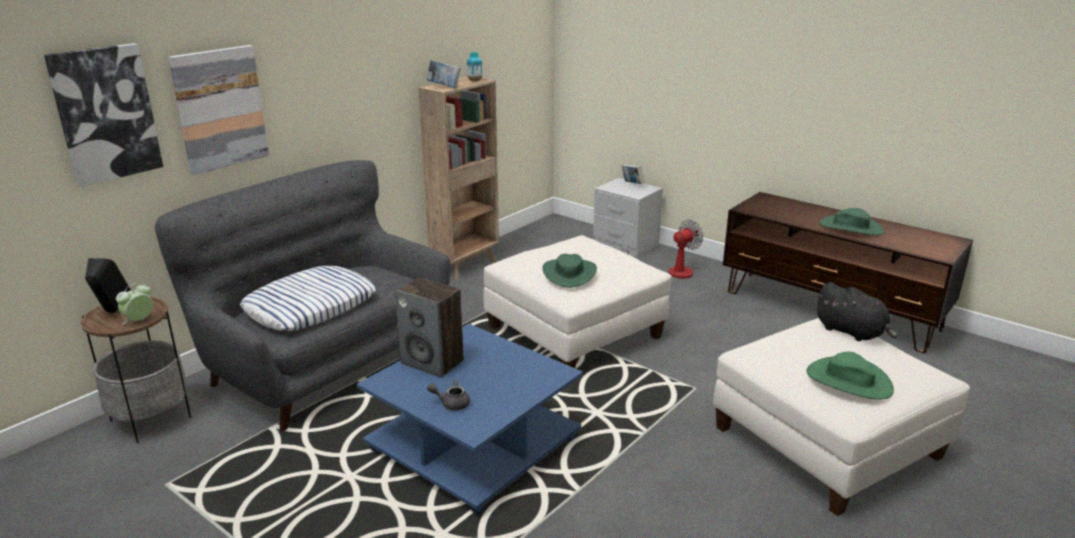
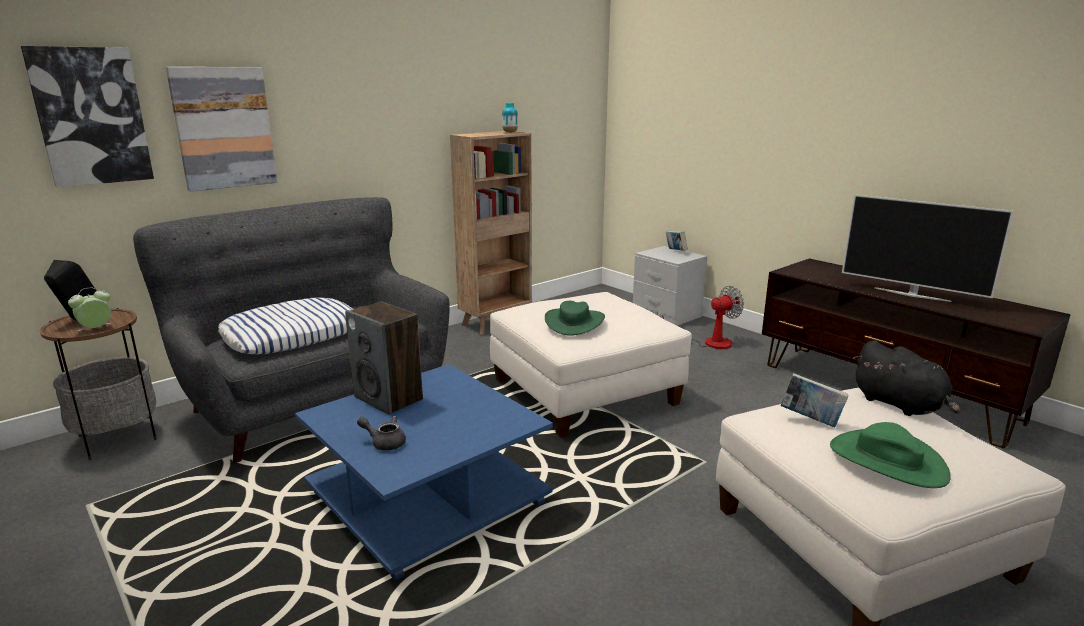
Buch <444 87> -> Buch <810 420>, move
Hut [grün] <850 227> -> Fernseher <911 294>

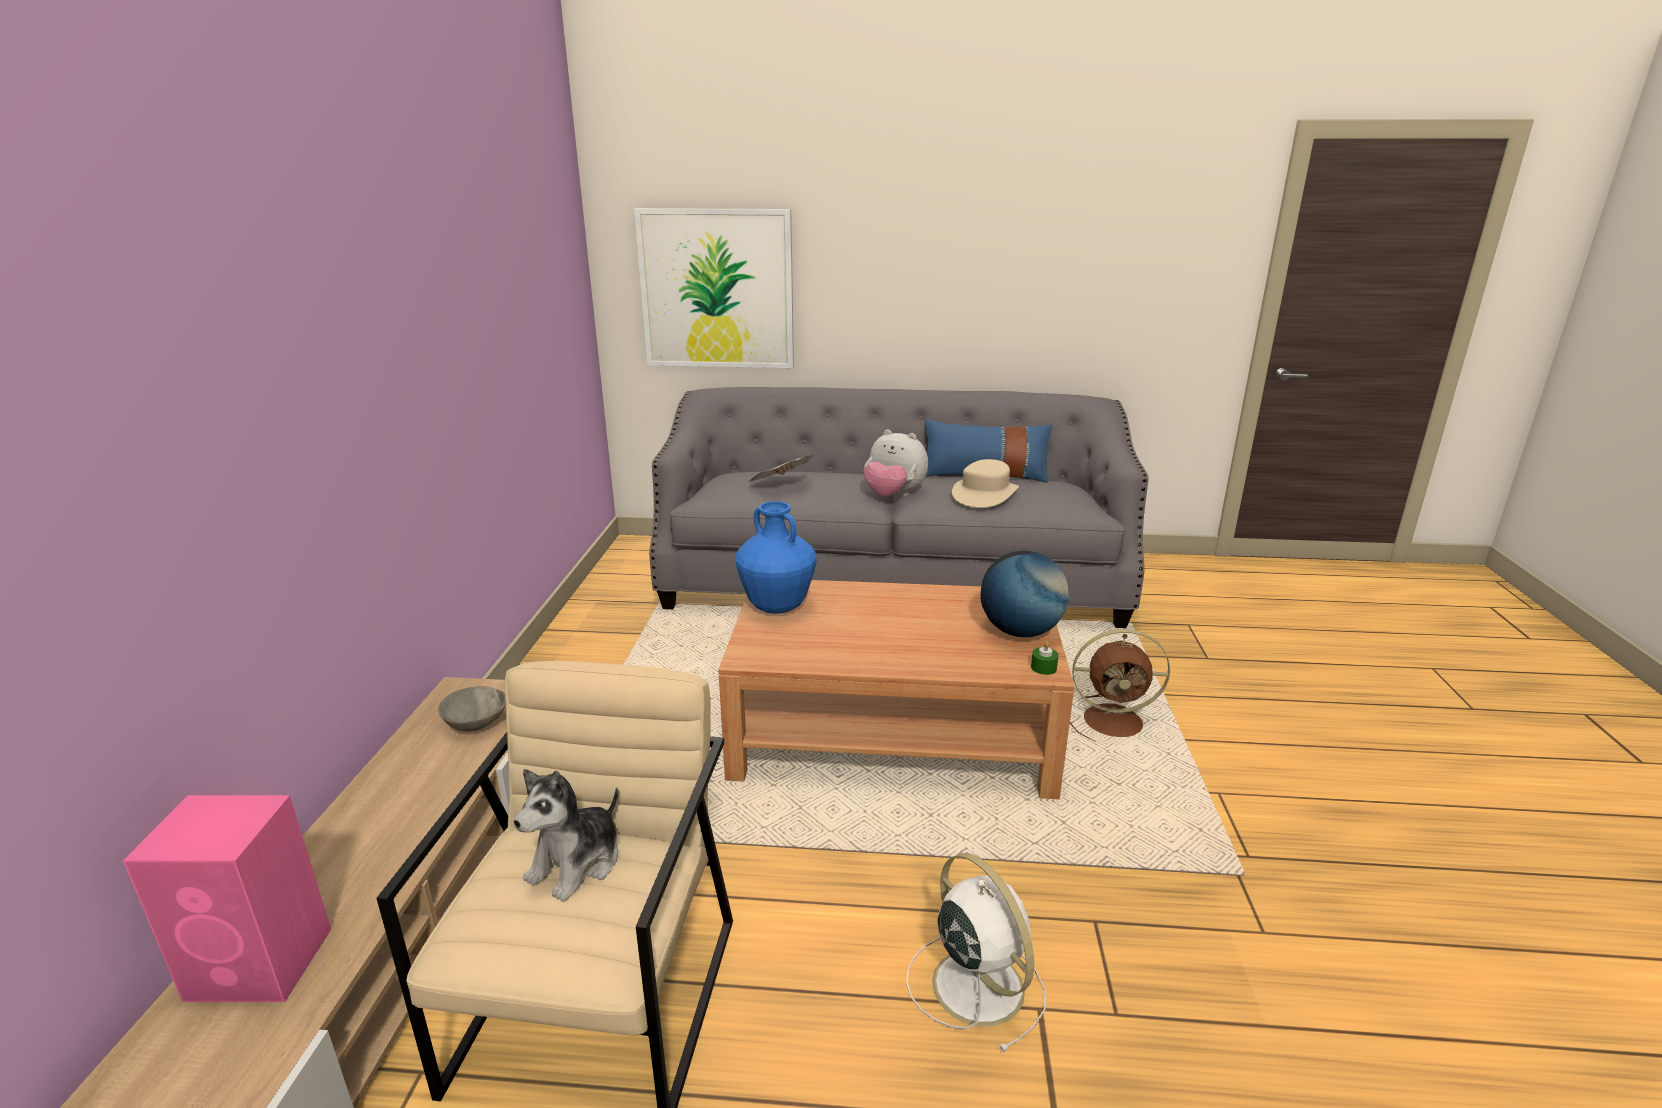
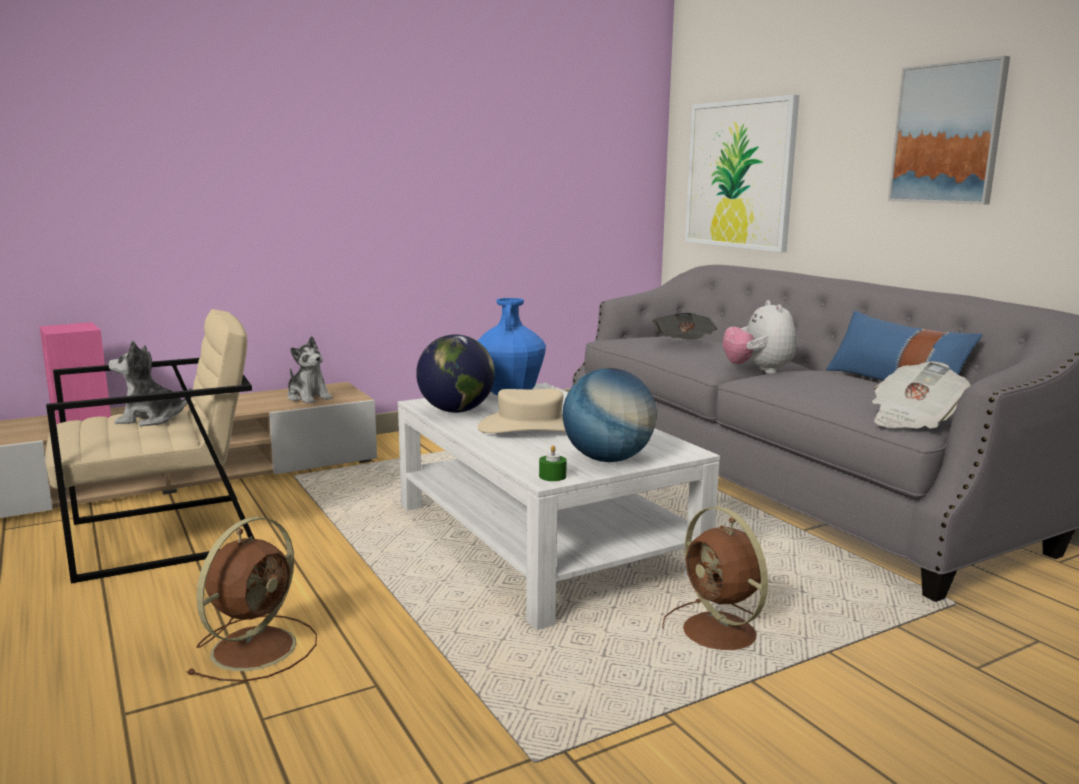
Hut [beige] <984 494> -> Hut [beige] <530 428>, move
Couchtisch [braun] <894 731> -> Couchtisch [weiß] <542 541>
Schüssel [grau] <475 723> -> Plüschtier <308 397>
Ventilator [weiß] <975 983> -> Ventilator [braun] <256 647>
none -> Bild <947 134>
none -> Globus <456 411>
none -> Zeitung <913 420>

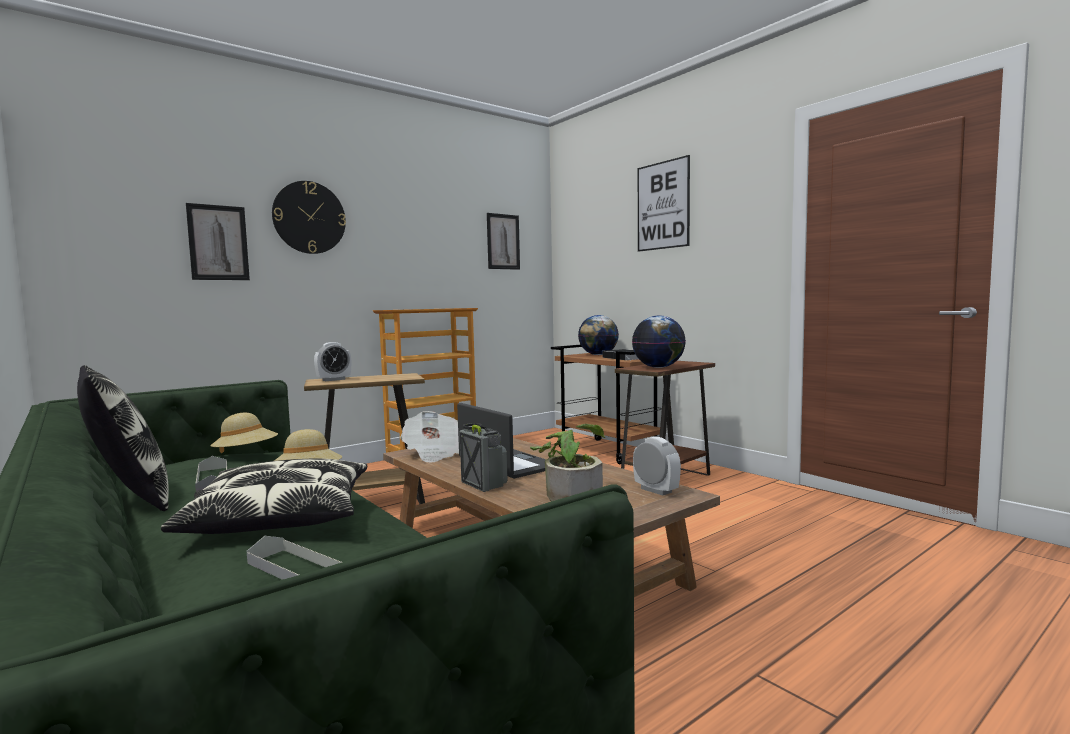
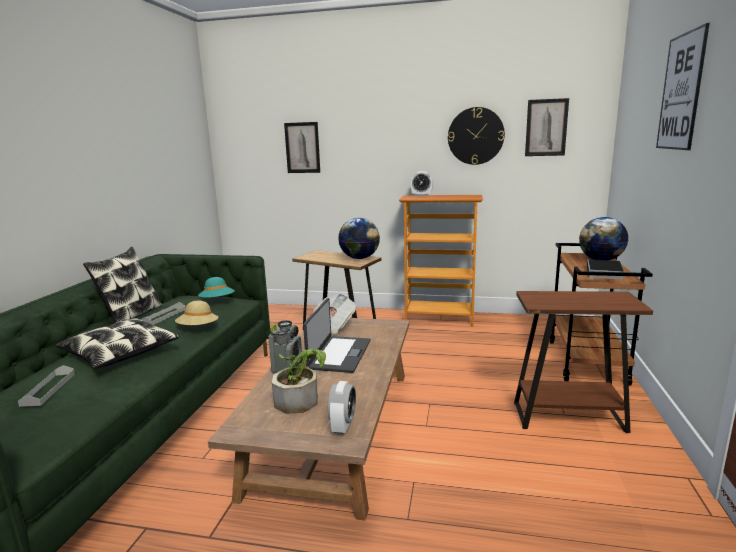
Wanduhr <309 217> -> Wanduhr <475 136>, move
Globus <658 367> -> Globus <359 258>, move
Wecker <334 380> -> Wecker <421 195>, move
Hut [beige] <246 454> -> Hut [türkis] <217 301>

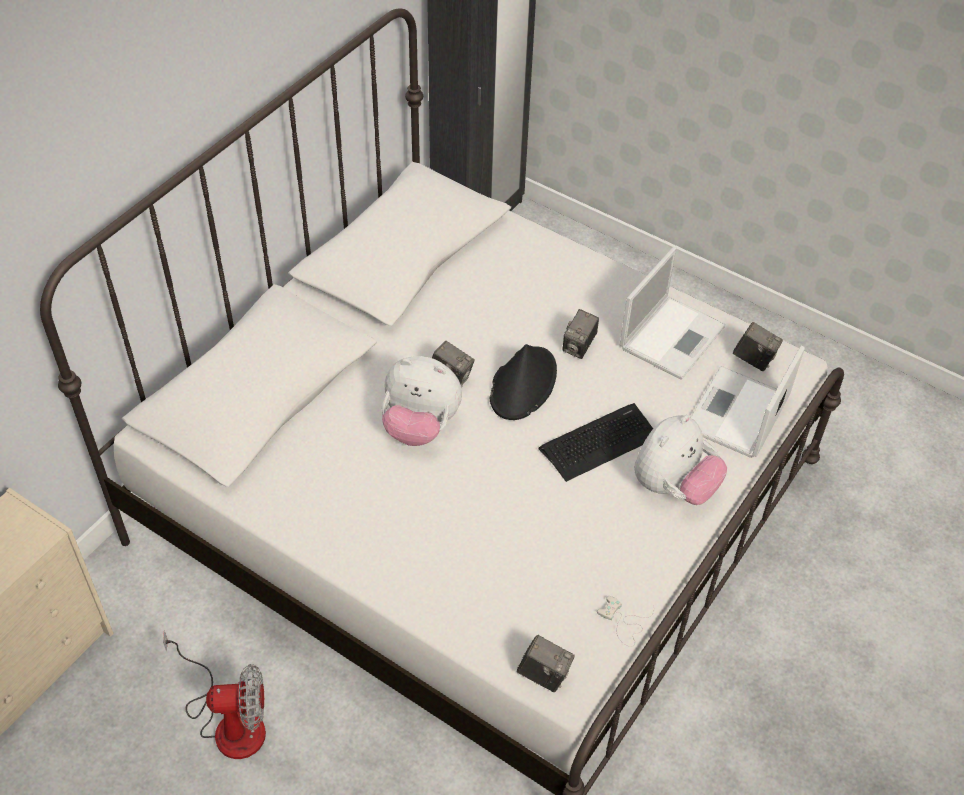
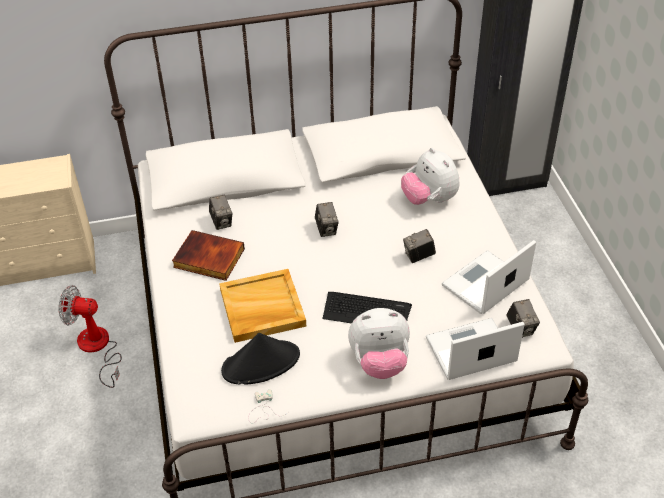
Laptop <672 336> -> Laptop <484 284>, 150 degrees clockwise
Hut [schwarz] <523 384> -> Hut [schwarz] <261 363>, move
Plüschtier <420 426> -> Plüschtier <429 199>, move
Ventilator <229 721> -> Ventilator <97 348>, 150 degrees clockwise
Kamera <544 674> -> Kamera <221 222>, move
none -> Buch <208 259>
none -> Tablett [beige] <262 308>

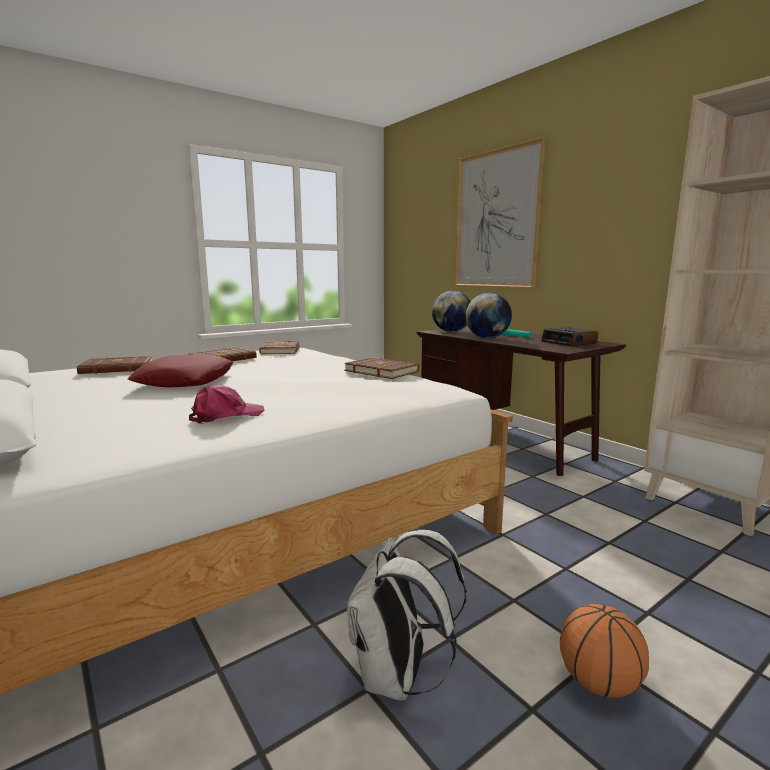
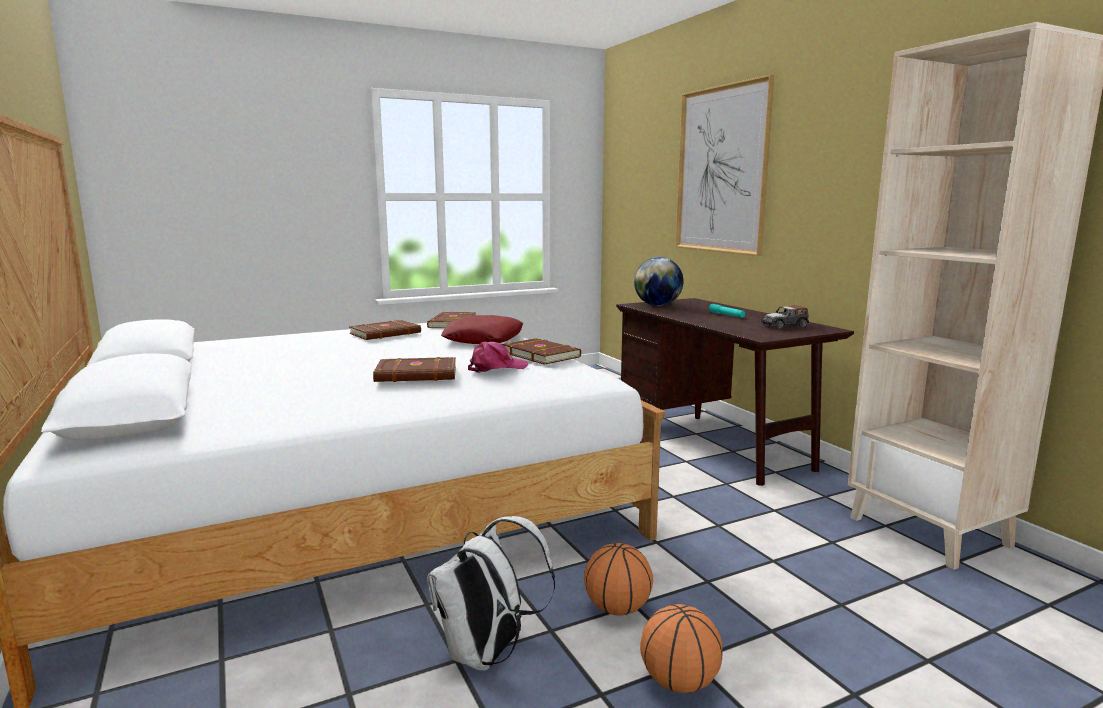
Globus <487 338> -> none
Wecker <569 342> -> Spielzeugauto <784 326>
Kissen [rot] <185 381> -> Kissen [rot] <484 339>, move
Buch [braun] <117 369> -> Buch [braun] <417 375>, move
Kappe [rosa] <226 415> -> Kappe [rosa] <496 368>, move
none -> Basketball <617 609>

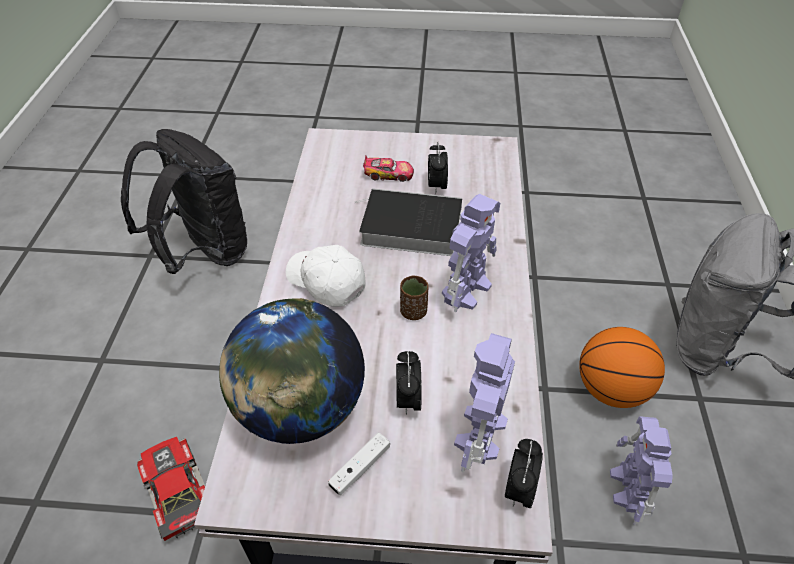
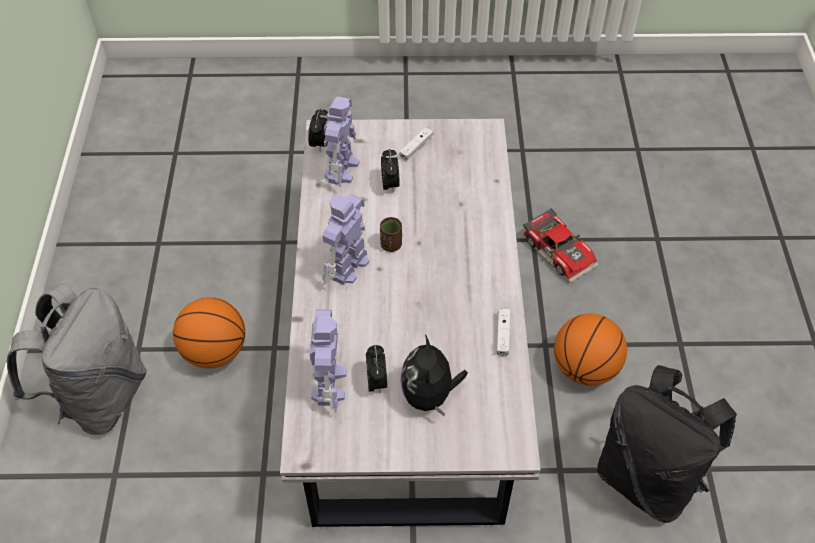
Spielzeugauto <389 174> -> Plüschtier <429 395>
Buch <408 227> -> none
Kappe [weiß] <325 281> -> none
Globus <300 408> -> none
Spielzeugroboter <628 489> -> Spielzeugroboter <329 383>, move
none -> Gamepad [weiß] <503 335>
none -> Basketball <584 368>

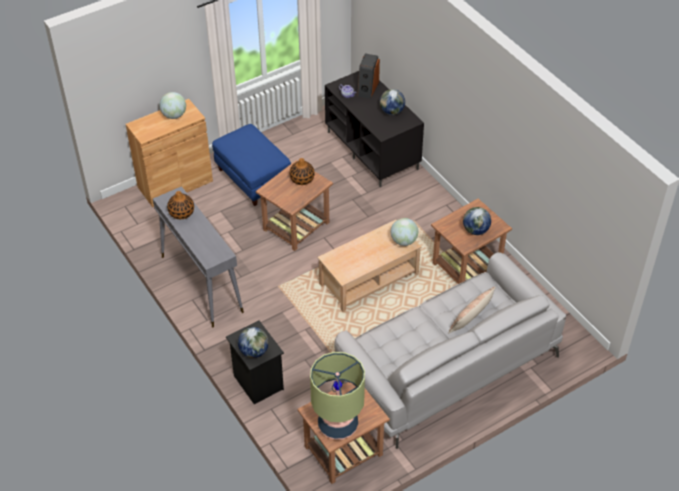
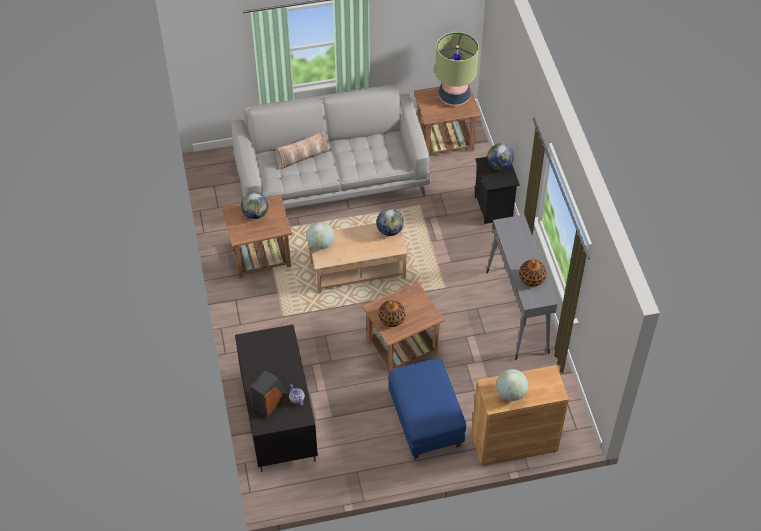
Globus <392 112> -> Globus <390 230>, move

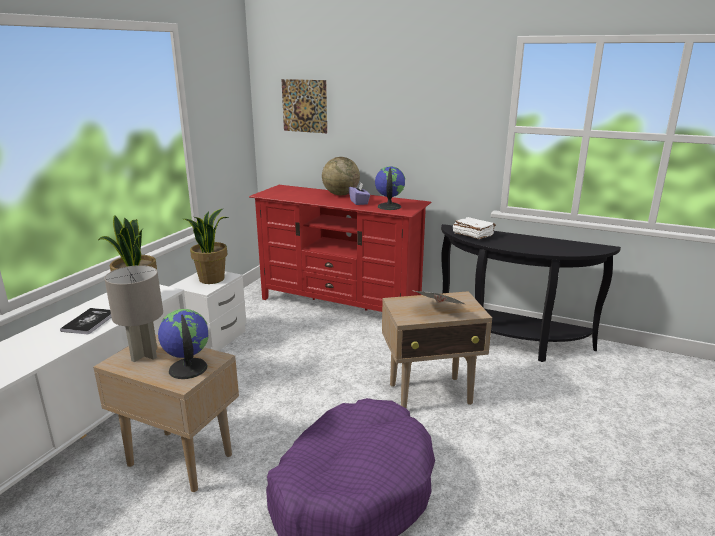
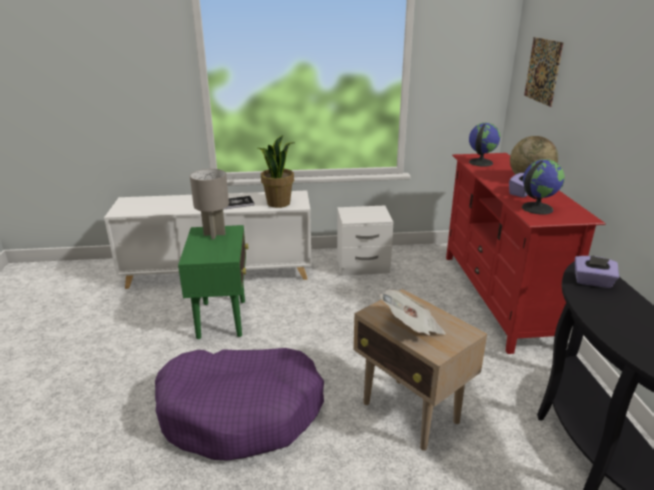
Topfpflanze <212 279> -> none
Buch [weiß] <472 234> -> Taschentuchbox [lila] <592 282>
Globus <187 369> -> Globus <480 162>, move
Beistelltisch [beige] <179 459> -> Beistelltisch [grün] <222 318>

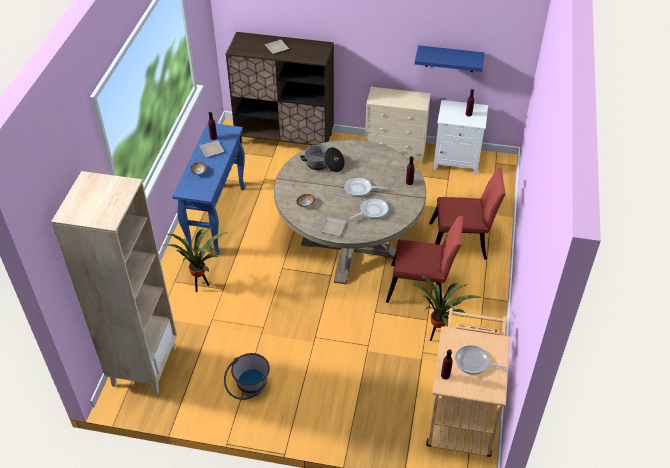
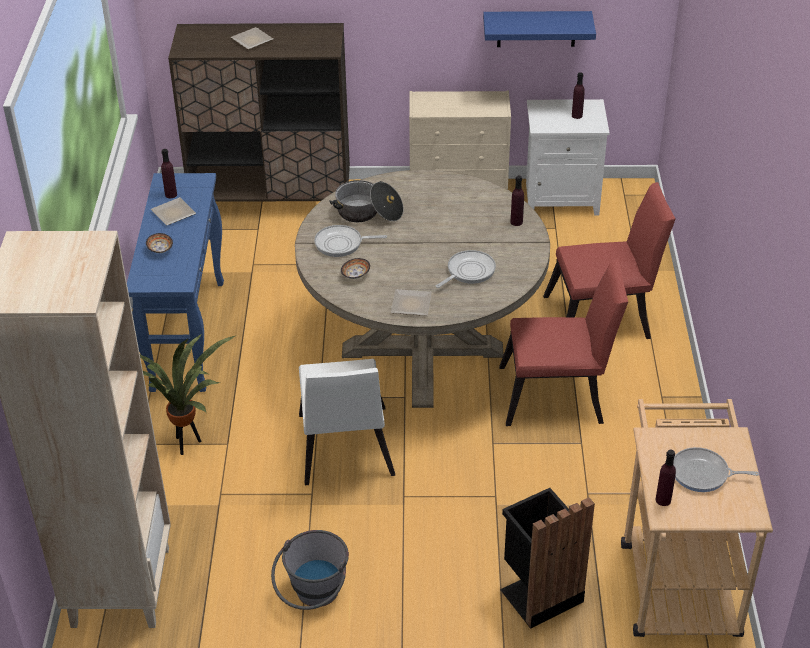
Pfanne <359 189> -> Pfanne <341 244>, move
Topfpflanze <437 336> -> none
none -> Stuhl [weiß] <344 451>
none -> Mülleimer [schwarz] <539 593>

